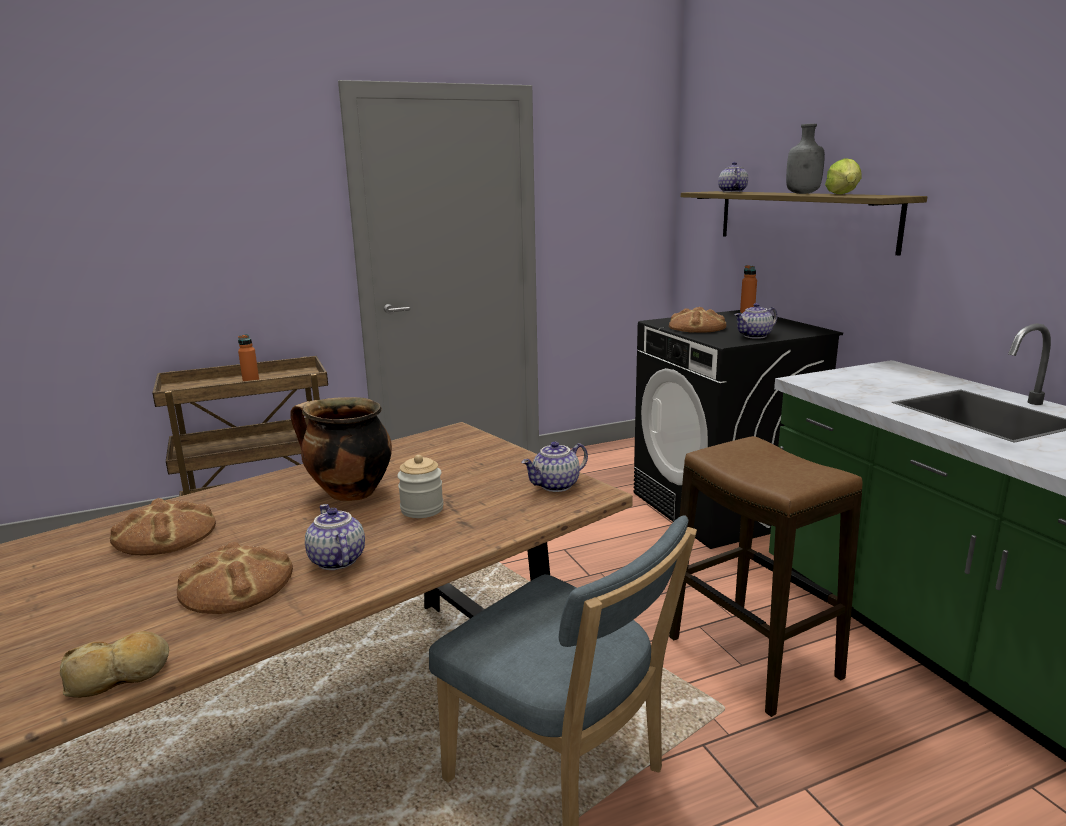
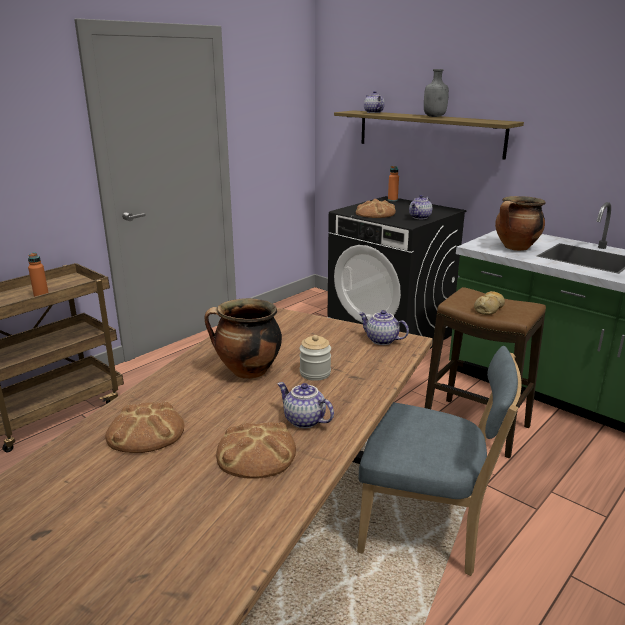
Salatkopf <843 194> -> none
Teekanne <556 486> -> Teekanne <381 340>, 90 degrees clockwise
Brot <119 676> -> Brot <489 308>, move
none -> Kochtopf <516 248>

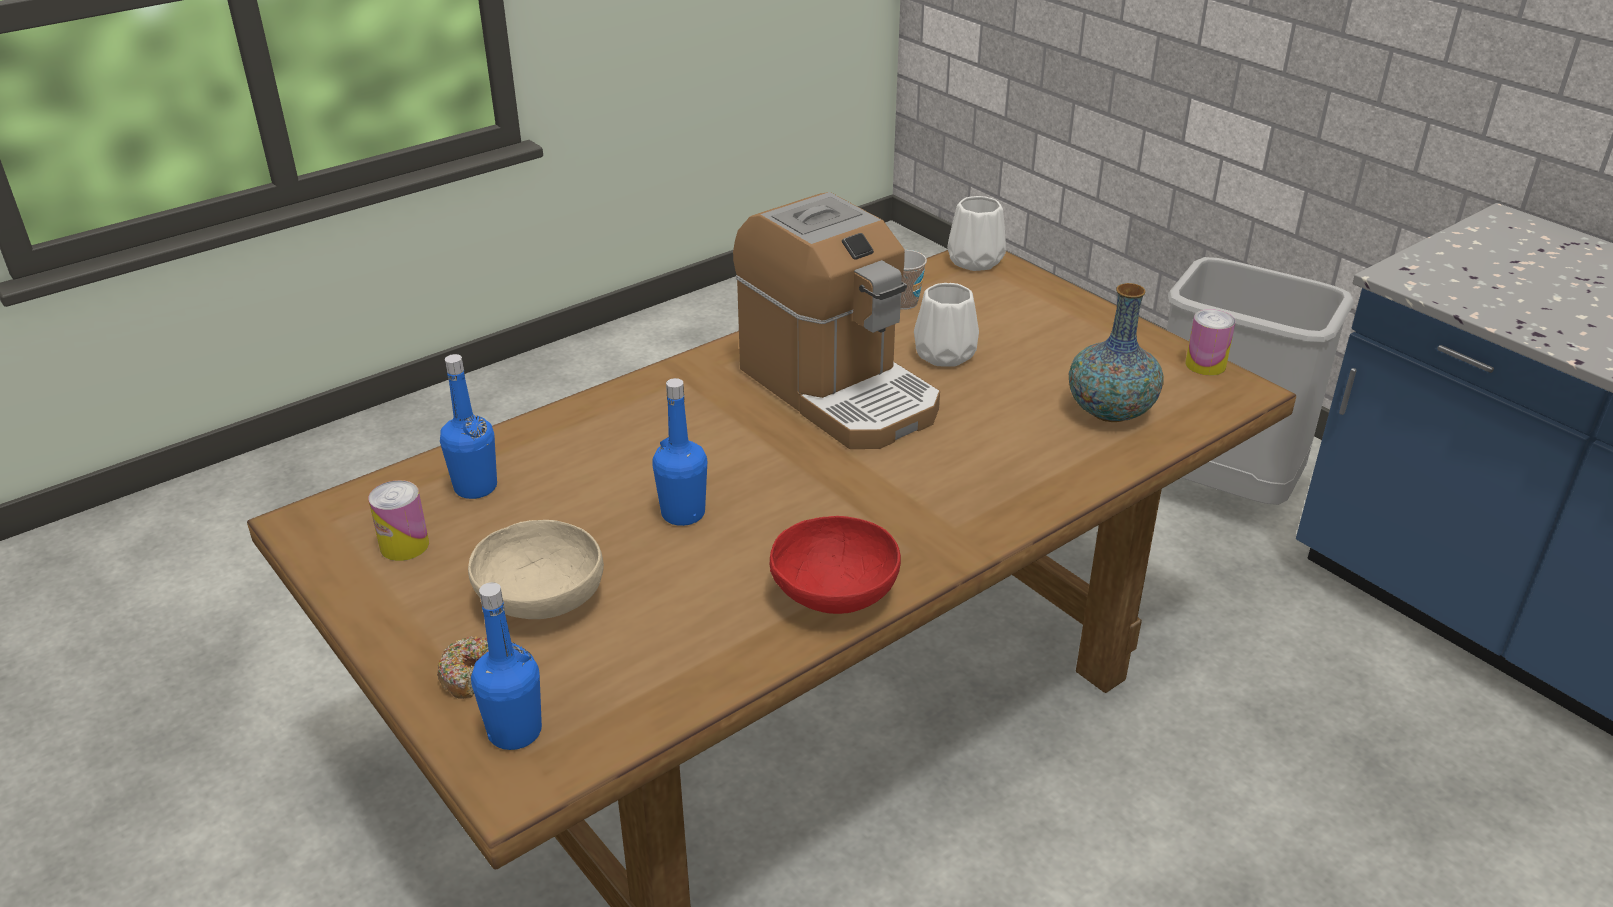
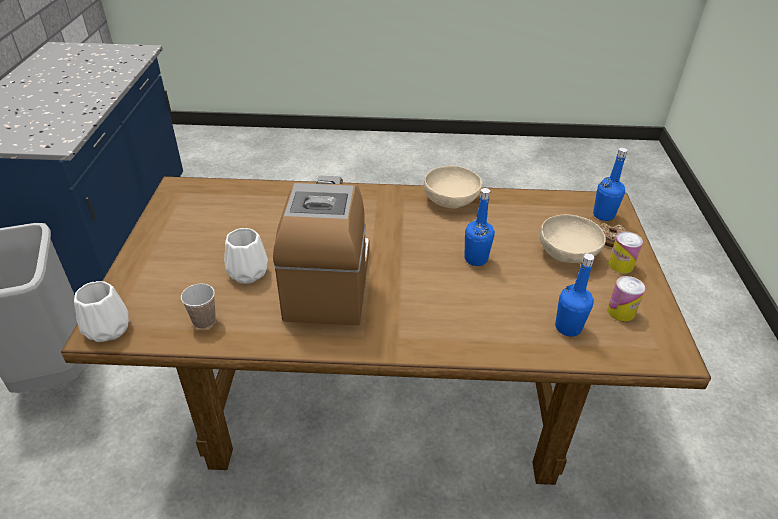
Vase <1110 411> -> none
Dose <1205 365> -> Dose <620 265>, move
Schüssel [rot] <834 596> -> Schüssel [beige] <451 200>

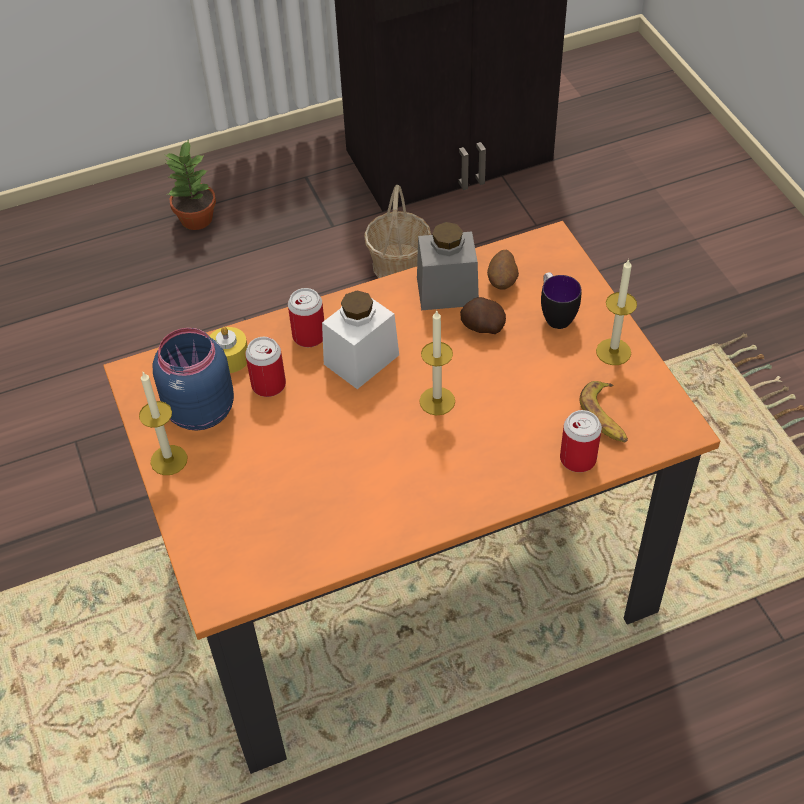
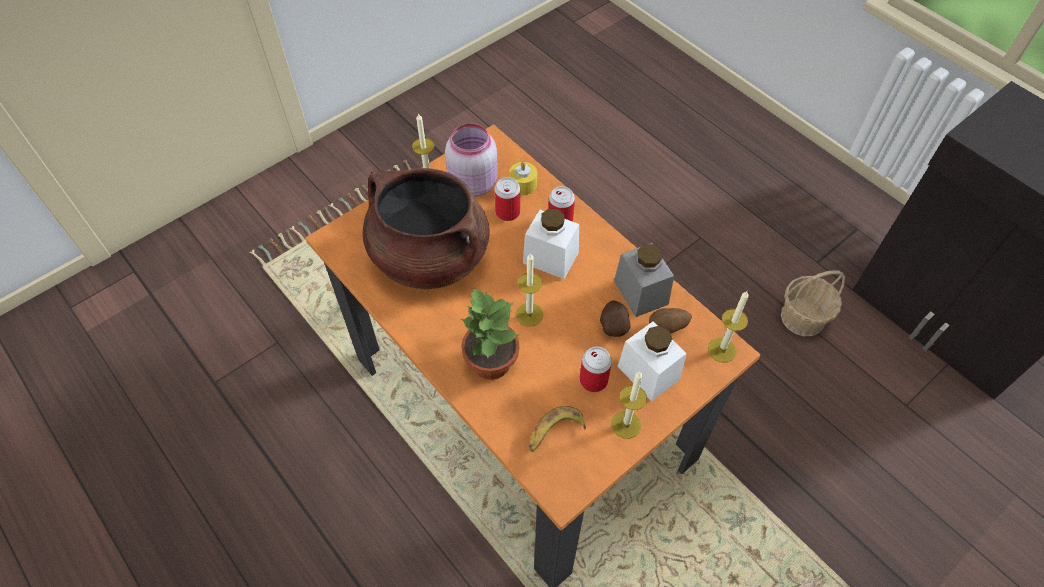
Topfpflanze <195 219> -> Topfpflanze <490 361>, move
Henkelbecher <555 315> -> Vorratsglas [weiß] <648 372>
Vorratsglas [blau] <198 410> -> Vorratsglas [rosa] <472 182>
Dose <578 459> -> Dose <593 380>, move
none -> Kochtopf [braun] <429 257>
none -> Kerze <722 350>

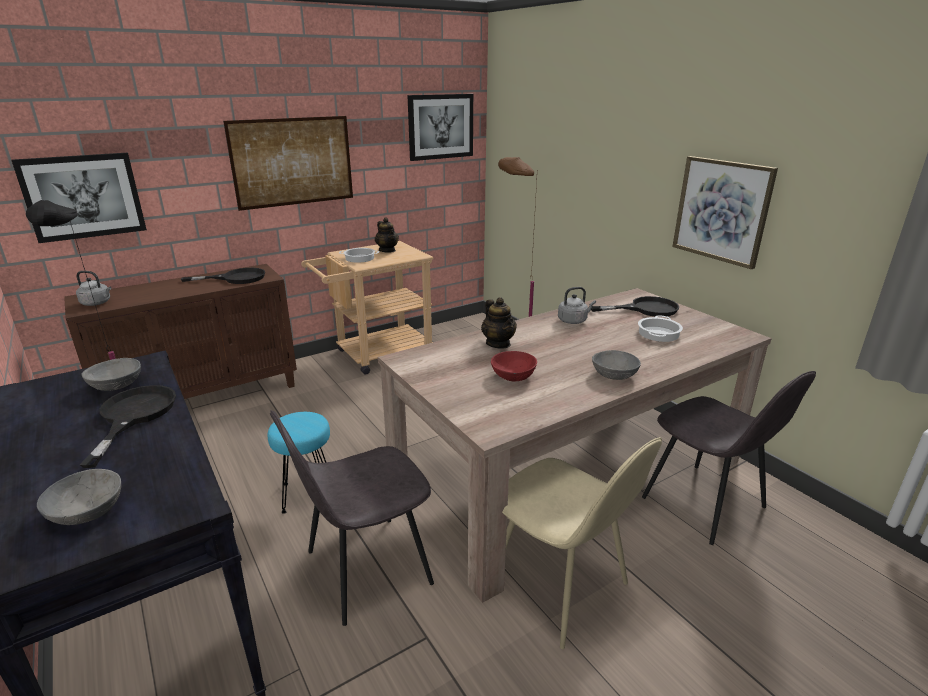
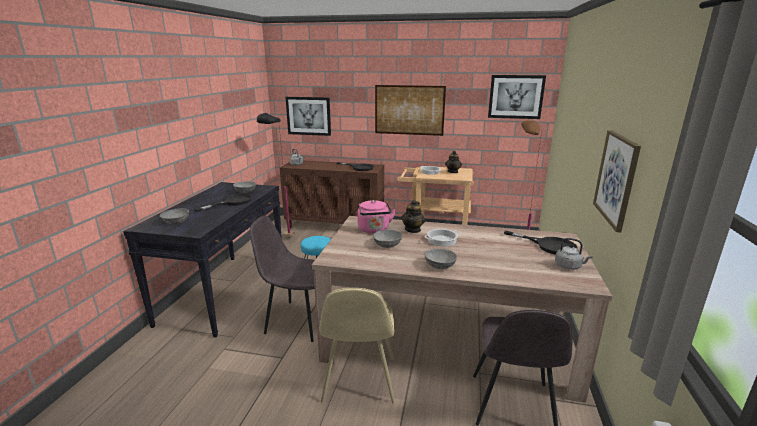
Wasserkessel [grau] <573 320> -> Wasserkessel [grau] <569 266>, move
Kochtopf <659 334> -> Kochtopf <442 240>, move
Schüssel [rot] <513 376> -> Schüssel [grau] <388 245>
none -> Wasserkessel [rosa] <374 230>

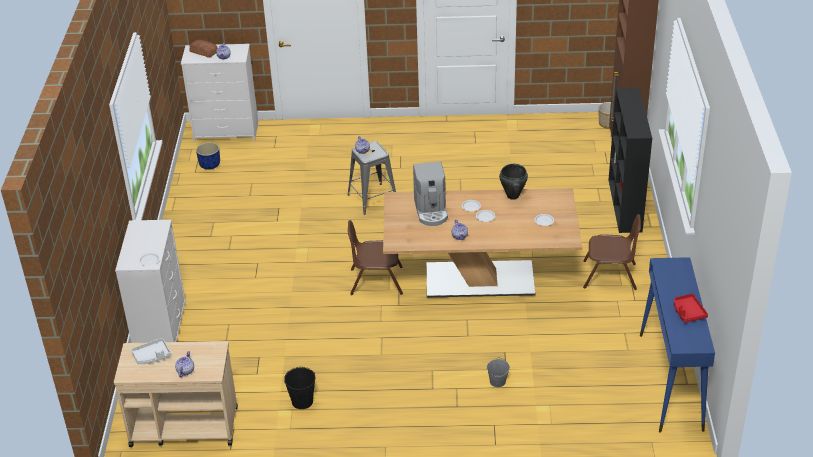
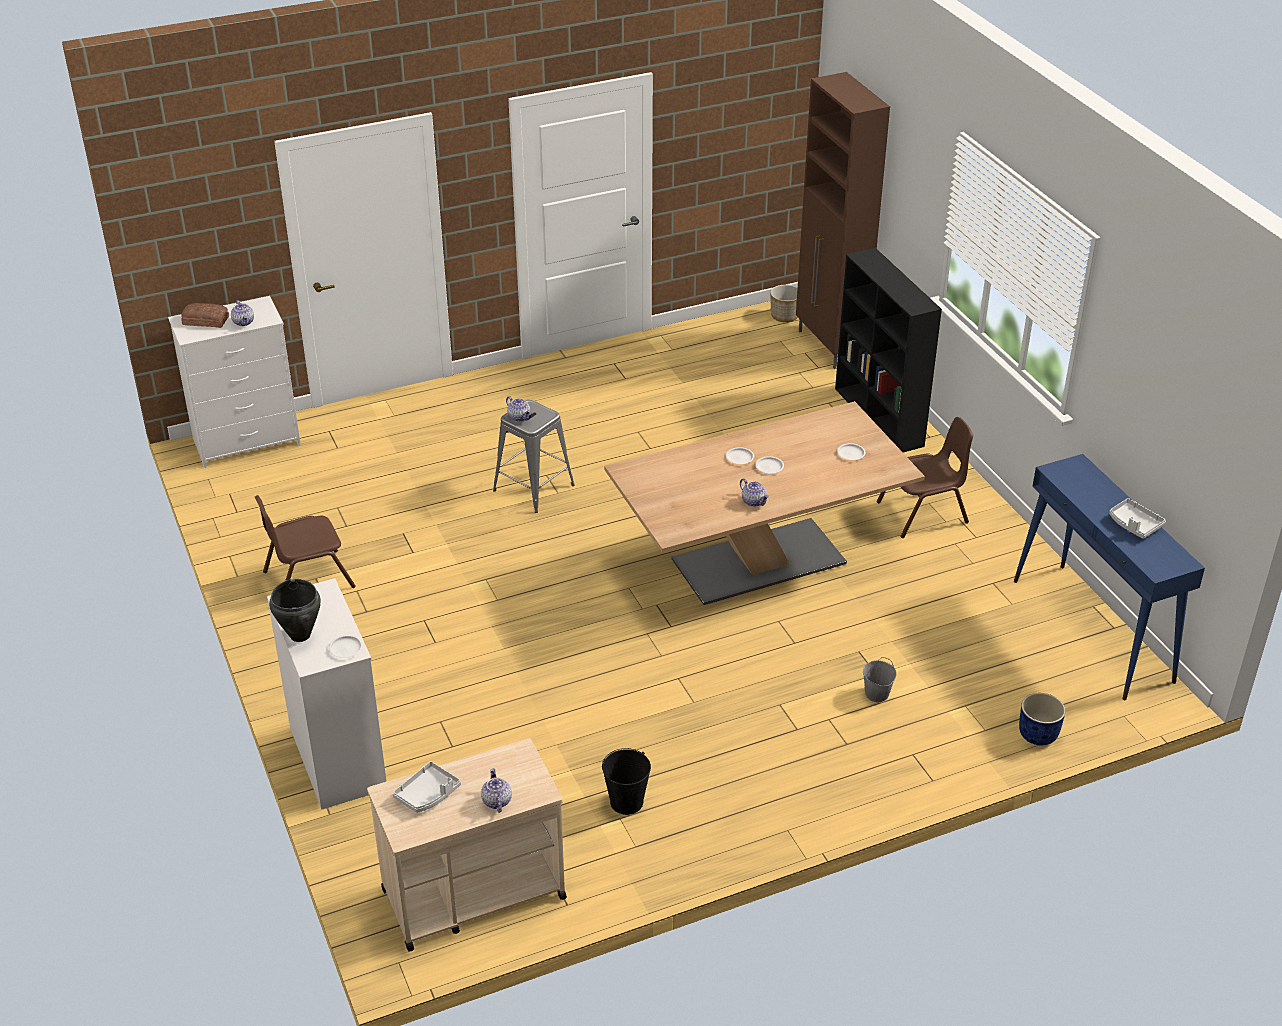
Pflanzkübel [blau] <210 165> -> Pflanzkübel [blau] <1037 734>, move
Kaffeemaschine <431 211> -> none
Kochtopf [schwarz] <512 196> -> Kochtopf [schwarz] <299 635>, move
Stuhl [braun] <376 281> -> Stuhl [braun] <308 579>, move
Tablett [rot] <688 312> -> Tablett [grau] <1134 524>

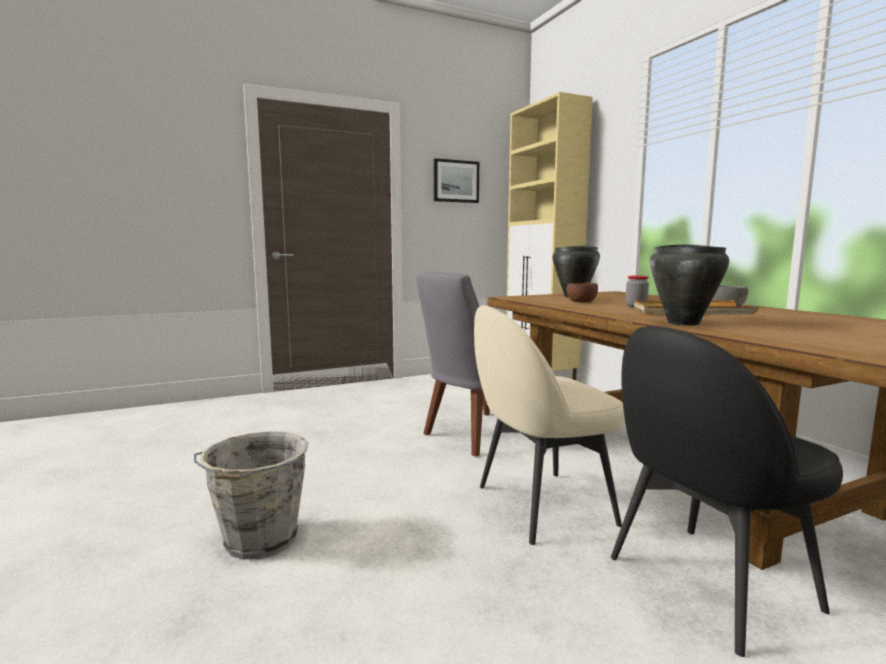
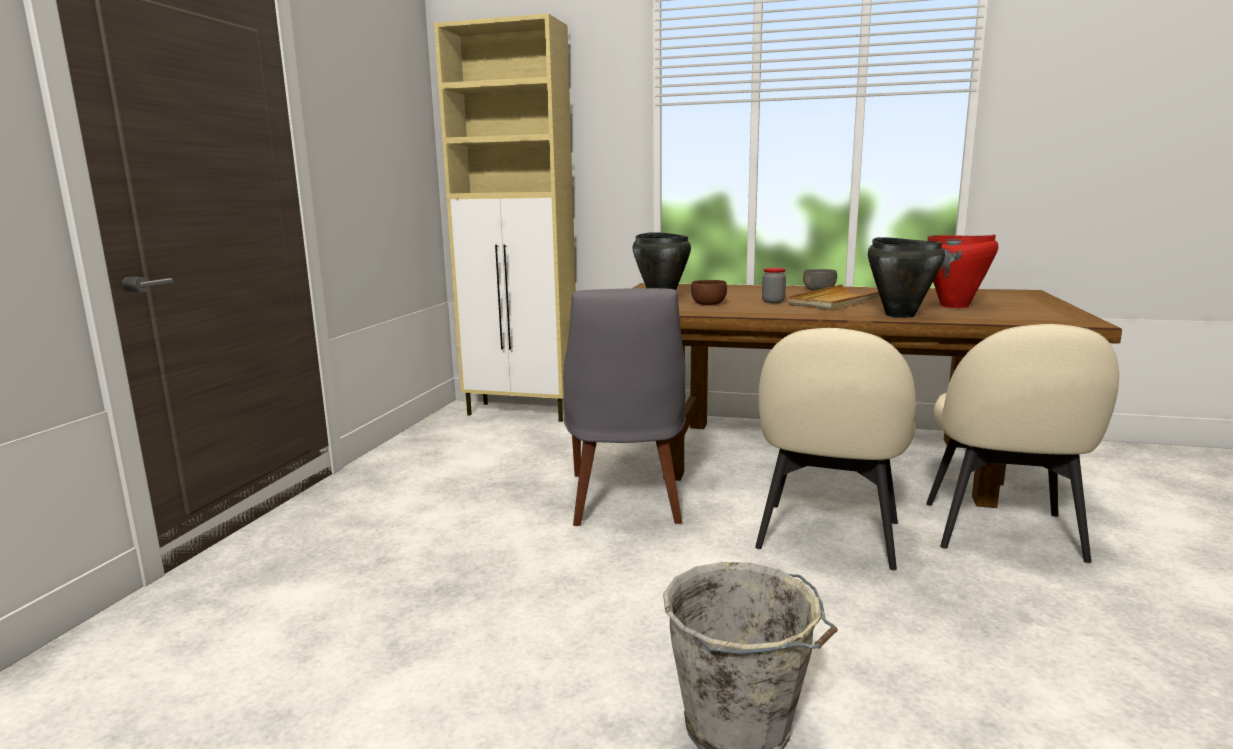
Bild <456 181> -> none
Stuhl [schwarz] <706 584> -> Stuhl [beige] <1002 533>
none -> Kochtopf [rot] <955 306>

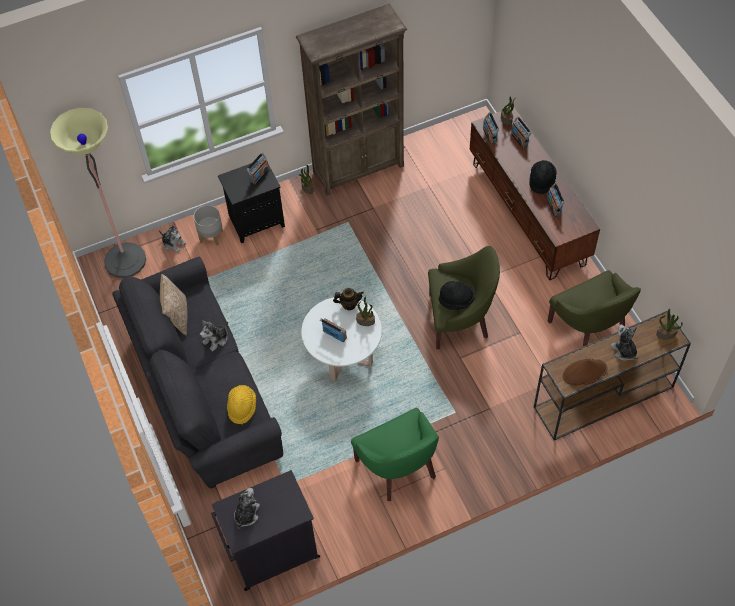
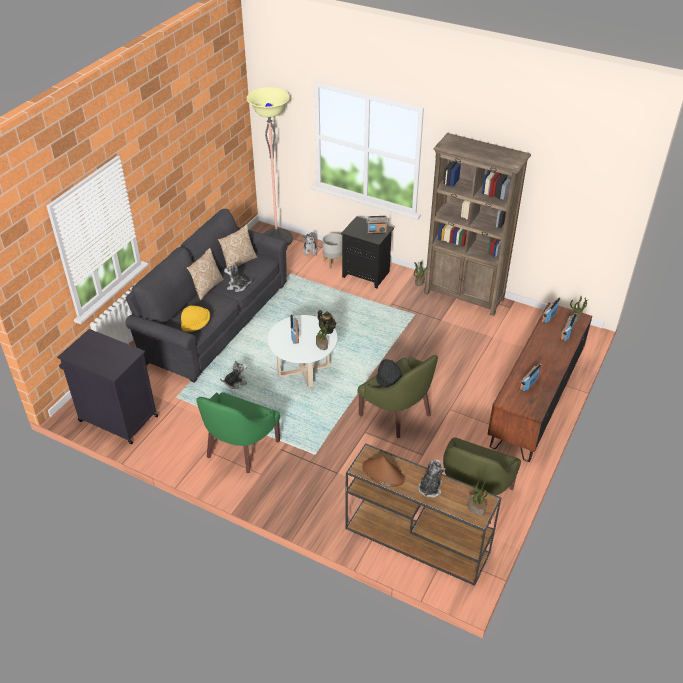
Hut [schwarz] <541 181> -> none
Plüschtier <246 514> -> Plüschtier <235 382>, move
none -> Kissen <206 288>

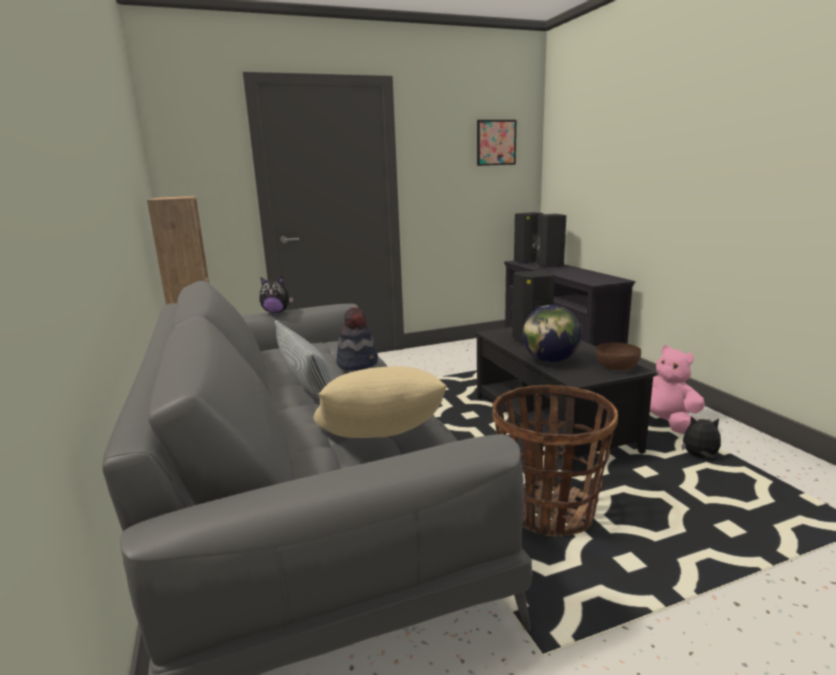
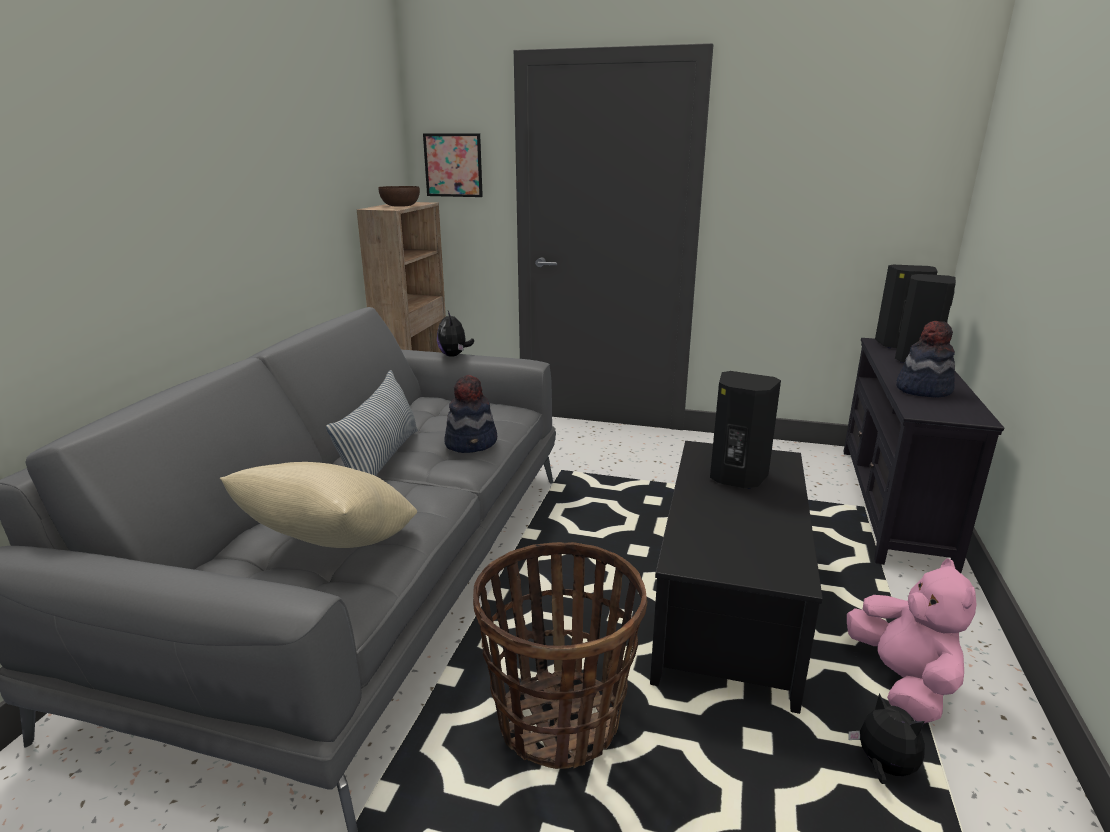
Bild <496 142> -> Bild <453 165>, move
Plüschtier <276 312> -> Plüschtier <454 355>, 45 degrees clockwise
Globus <550 360> -> none
Schüssel [braun] <616 367> -> Schüssel [braun] <400 206>, move
none -> Hut <923 389>

